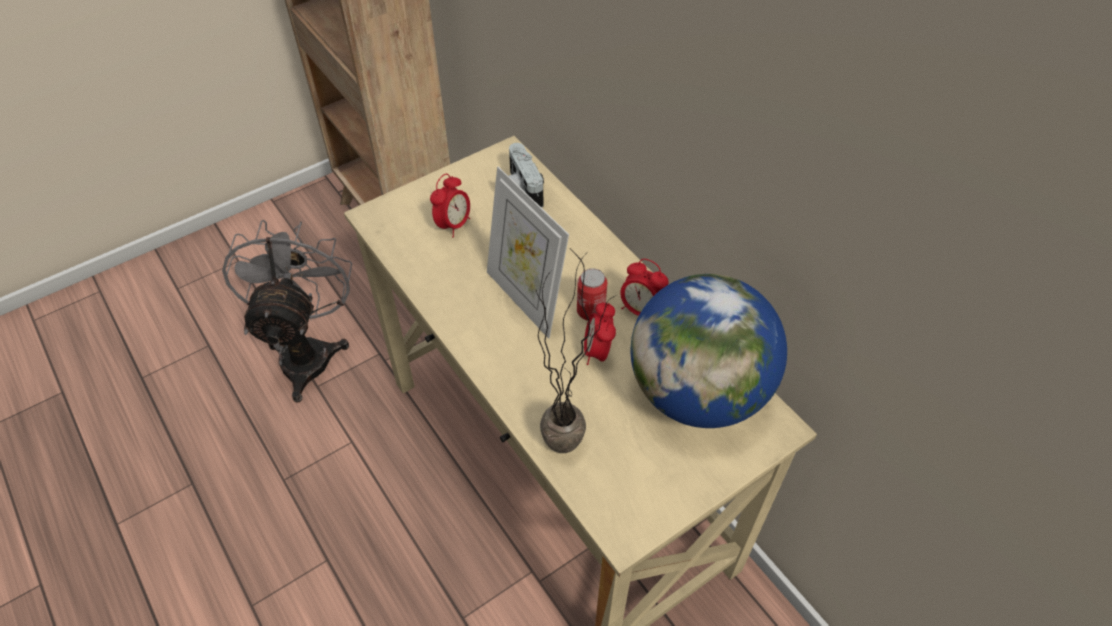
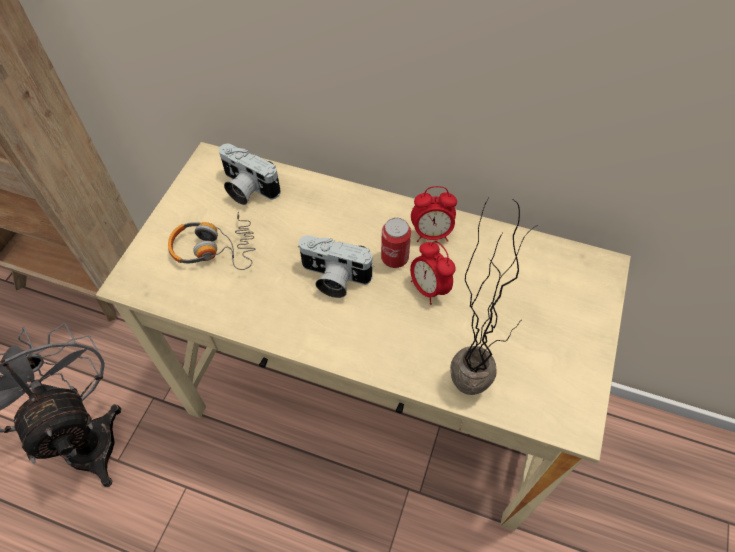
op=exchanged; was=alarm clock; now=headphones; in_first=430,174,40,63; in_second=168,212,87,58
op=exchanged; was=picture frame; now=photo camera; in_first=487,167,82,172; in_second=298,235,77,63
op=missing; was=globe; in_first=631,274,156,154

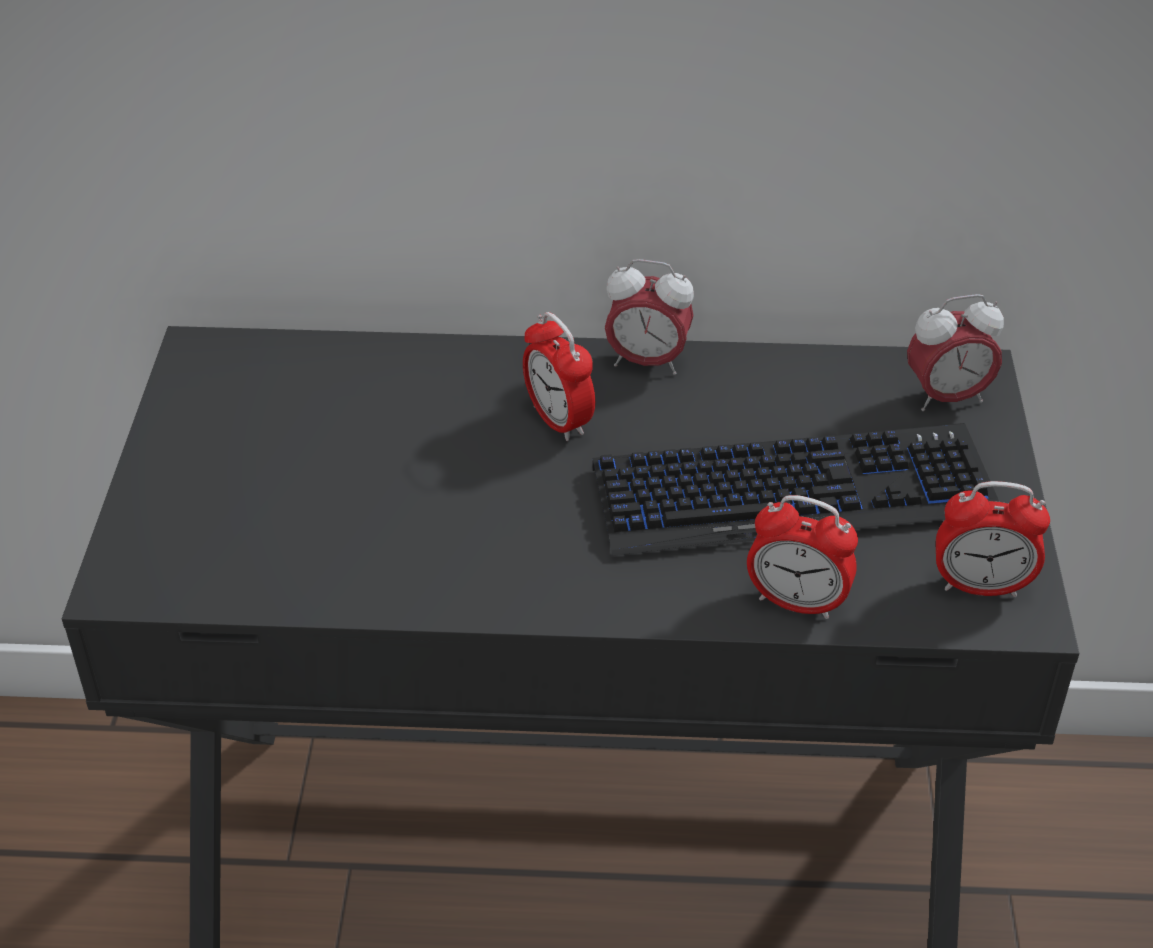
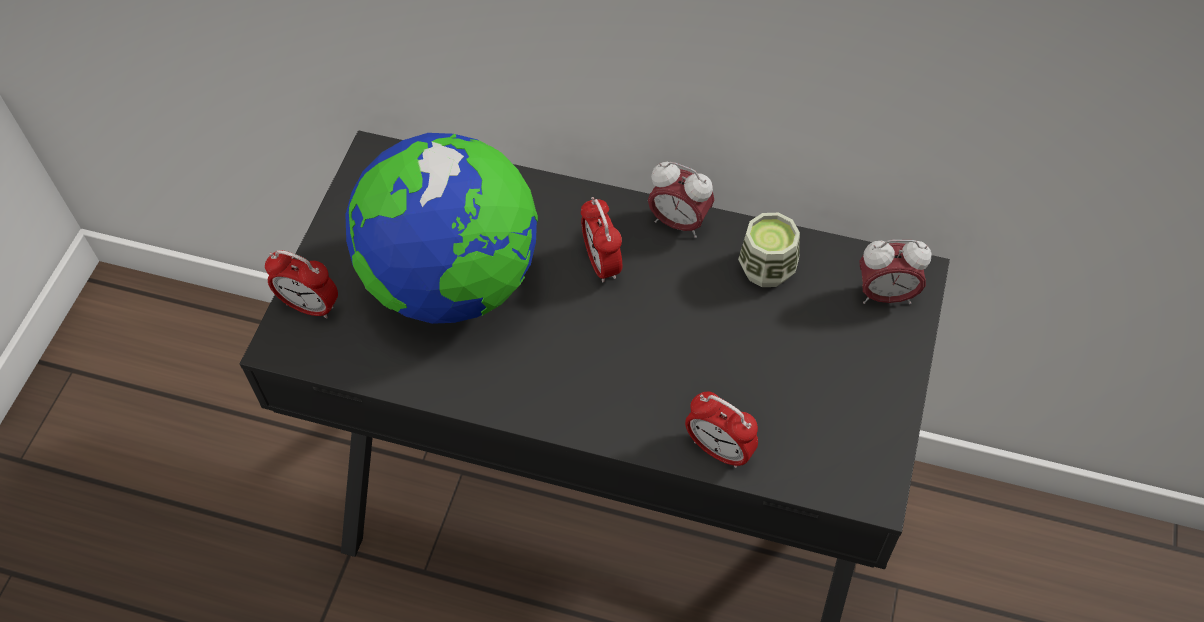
op=relocated; was=alarm clock; in_first=936,481,114,116; in_second=265,250,73,69
op=appeared; now=globe; in_second=345,133,193,191
op=appeared; now=cup; in_second=738,213,62,74
op=missing; was=keyboard; in_first=593,423,406,133

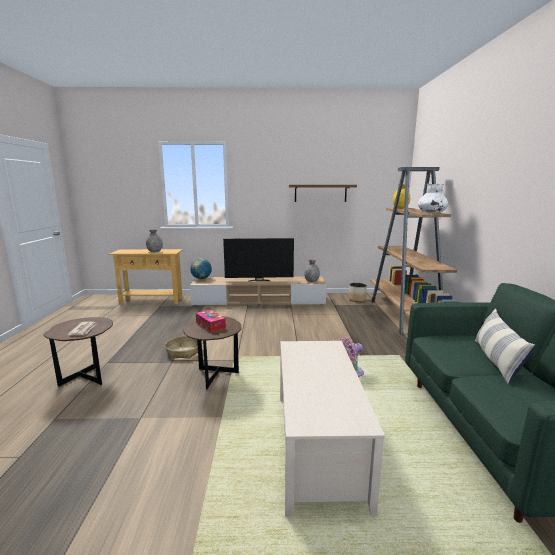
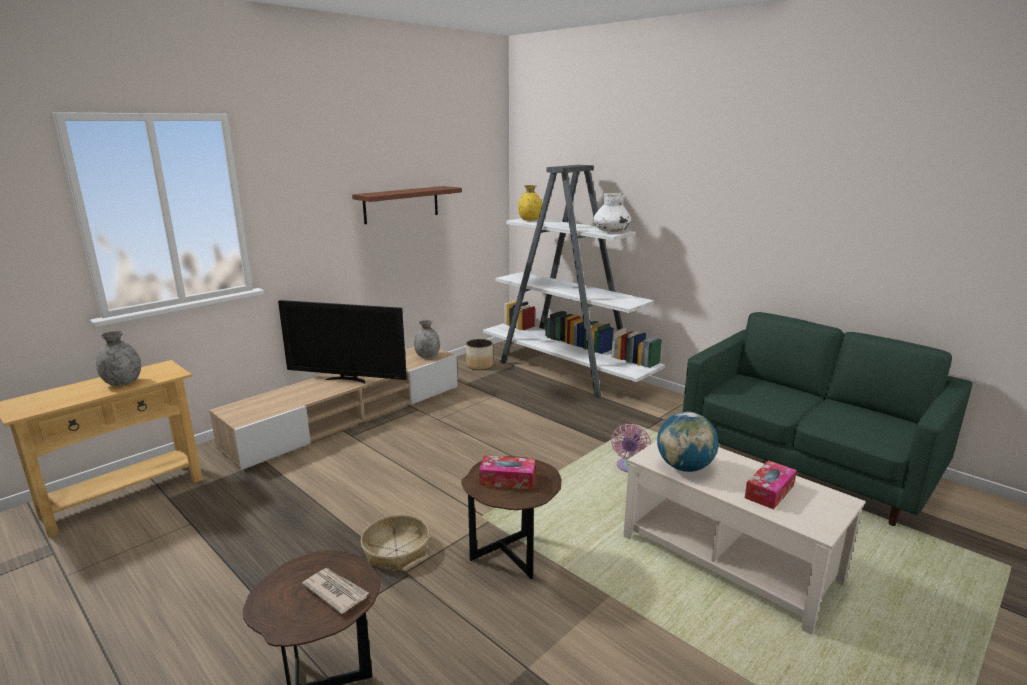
op=spun; was=television; in_first=223,238,71,44; in_second=278,300,129,84; clockwise=60
op=colour; was=brown bookcase; now=white bookcase; in_first=370,167,90,168; in_second=483,165,182,233
op=relocated; was=globe; in_first=190,258,22,21; in_second=657,412,62,60
op=appeared; now=tissue box; in_second=745,460,52,49
op=missing; was=pillow; in_first=475,308,60,76

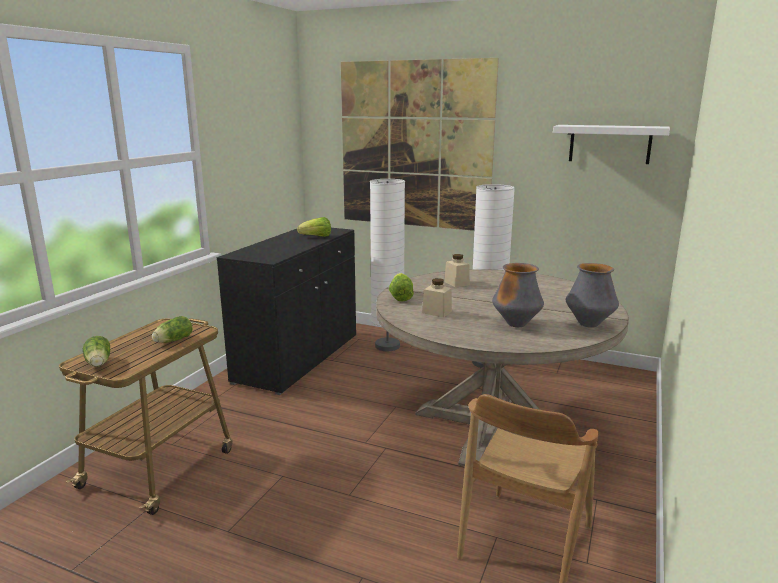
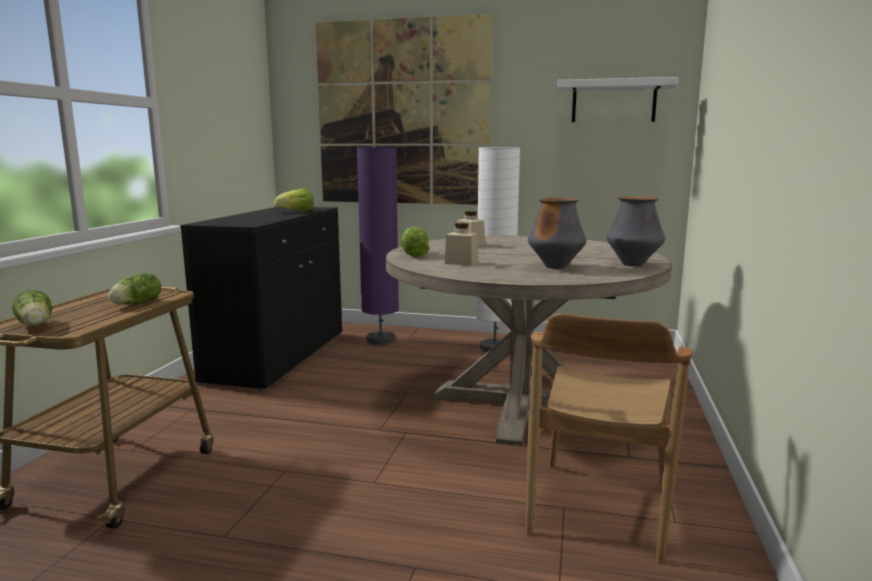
op=colour; was=white floor lamp; now=purple floor lamp; in_first=370,179,35,172; in_second=357,147,42,198

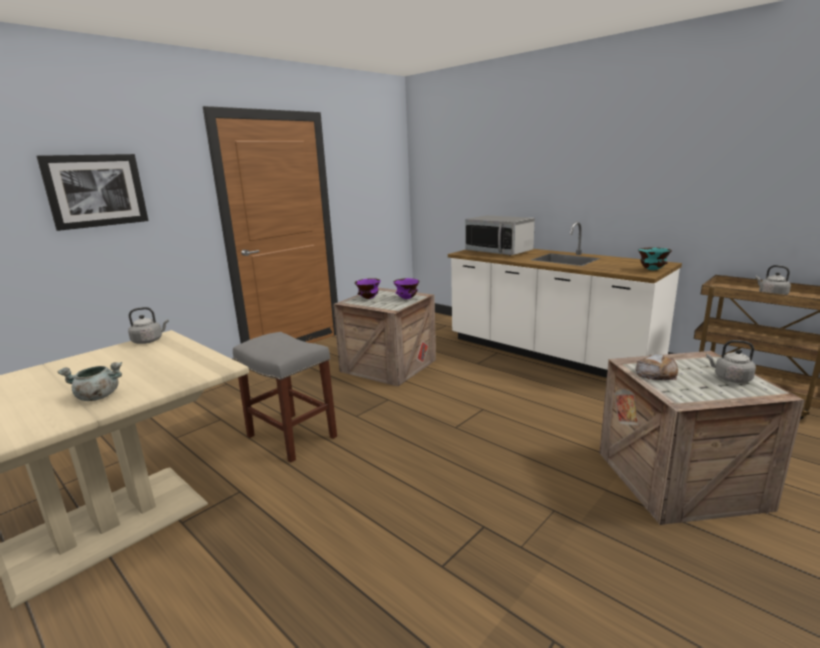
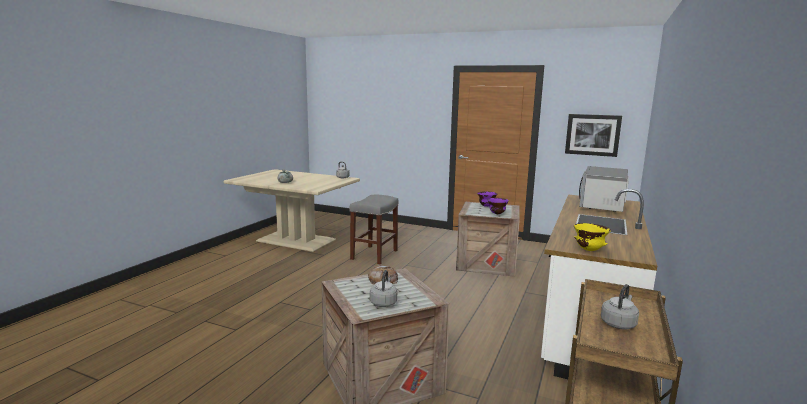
op=relocated; was=picture; in_first=37,154,112,77; in_second=565,114,57,43
op=colour; was=turquoise bowl; now=yellow bowl; in_first=638,247,34,23; in_second=574,223,37,28

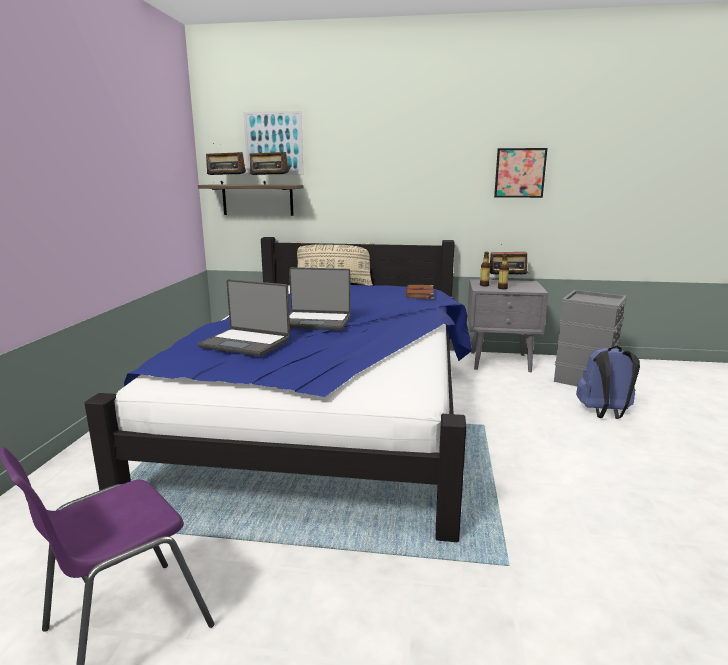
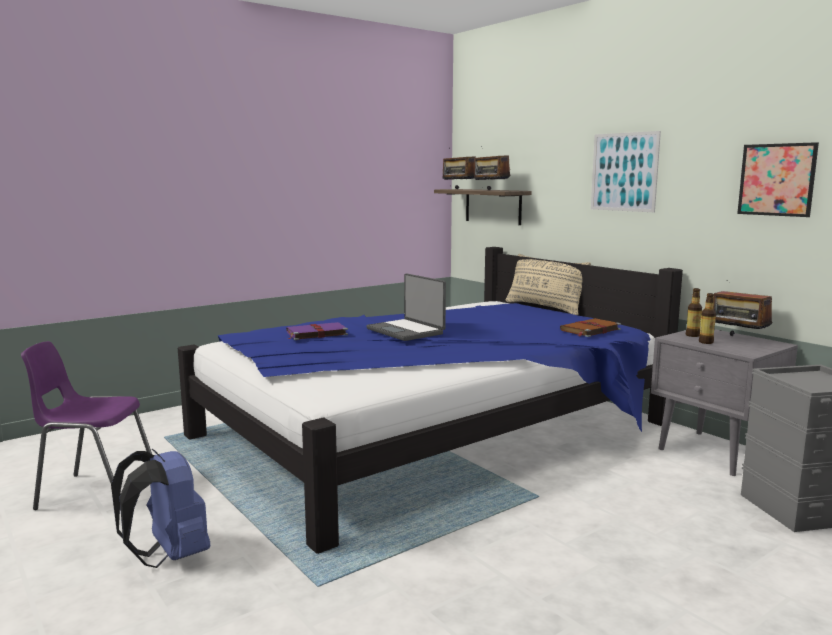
op=relocated; was=blue backpack; in_first=576,346,64,73; in_second=111,449,99,119
op=exchanged; was=laptop; now=purple book; in_first=198,279,92,77; in_second=286,322,62,18
op=relocated; was=picture; in_first=243,111,61,63; in_second=591,131,70,81

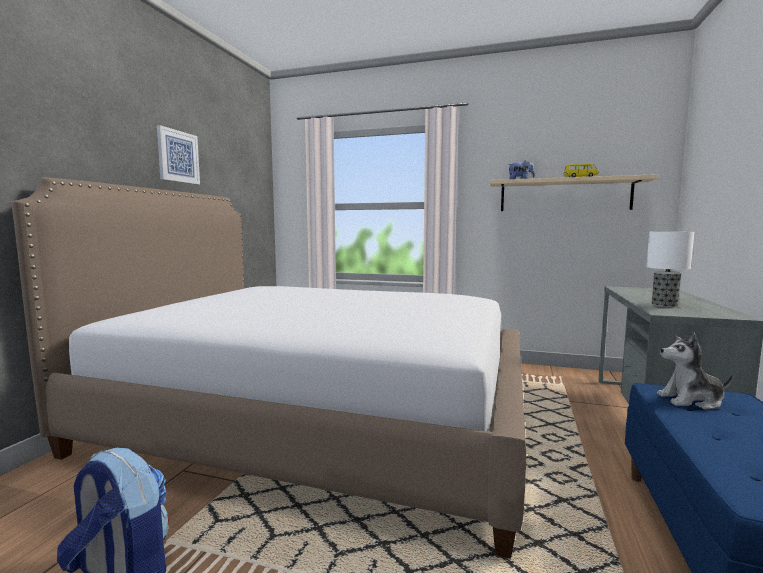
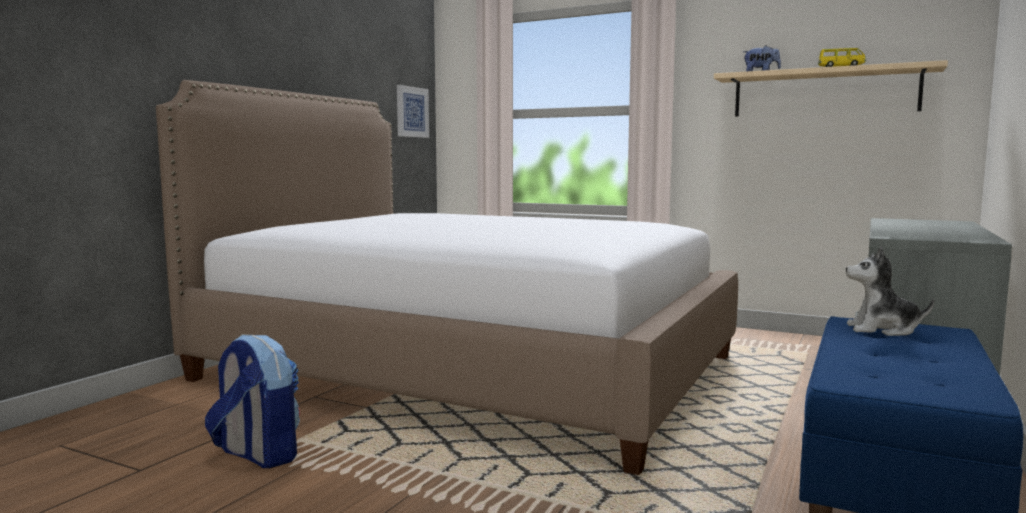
op=relocated; was=picture; in_first=157,125,43,60; in_second=397,85,32,53
op=missing; was=table lamp; in_first=646,232,48,76

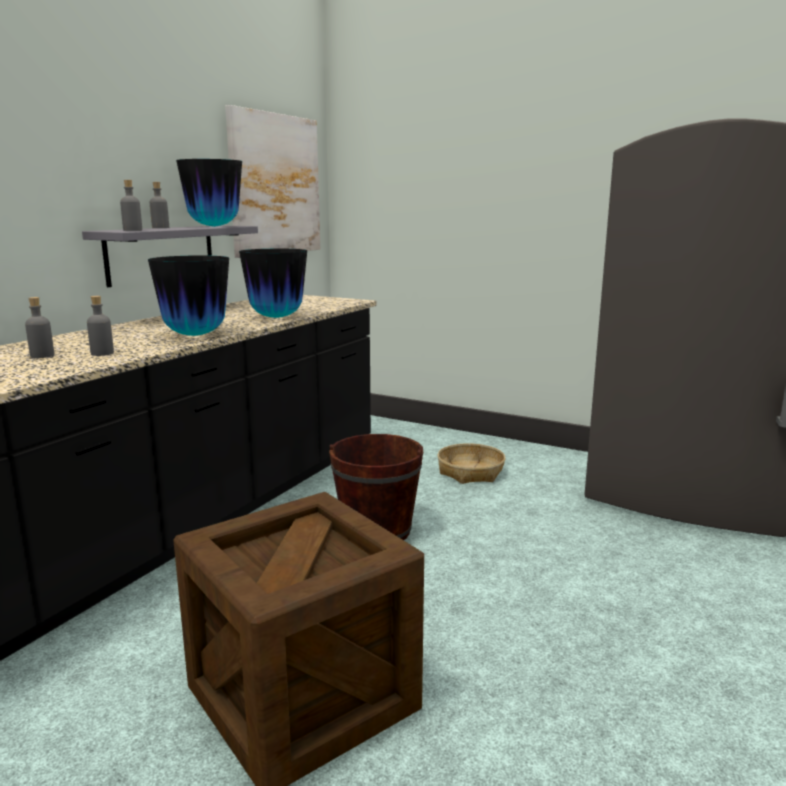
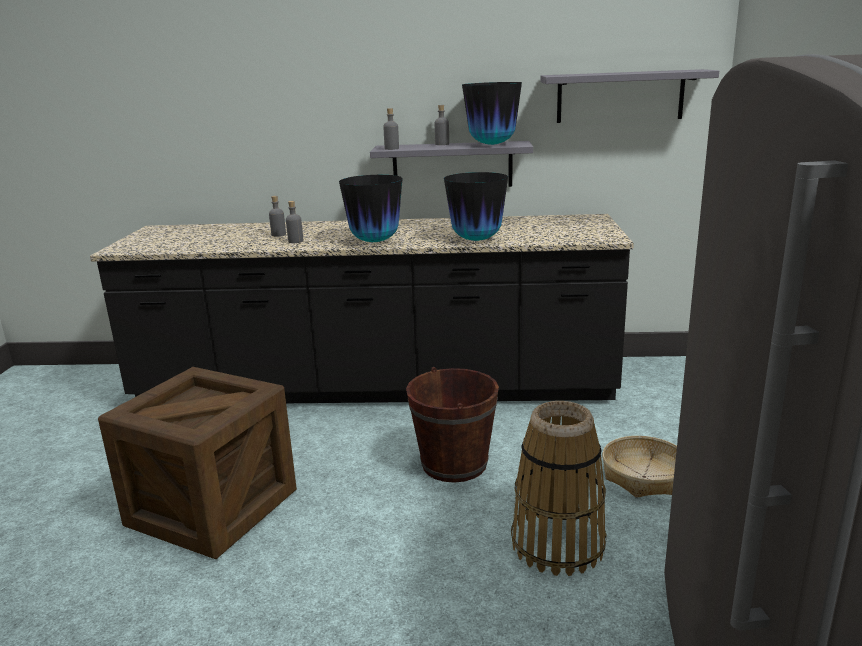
op=appeared; now=basket; in_second=511,401,95,175
op=exchanged; was=picture; now=grey shelf; in_first=225,105,95,153; in_second=540,69,179,54

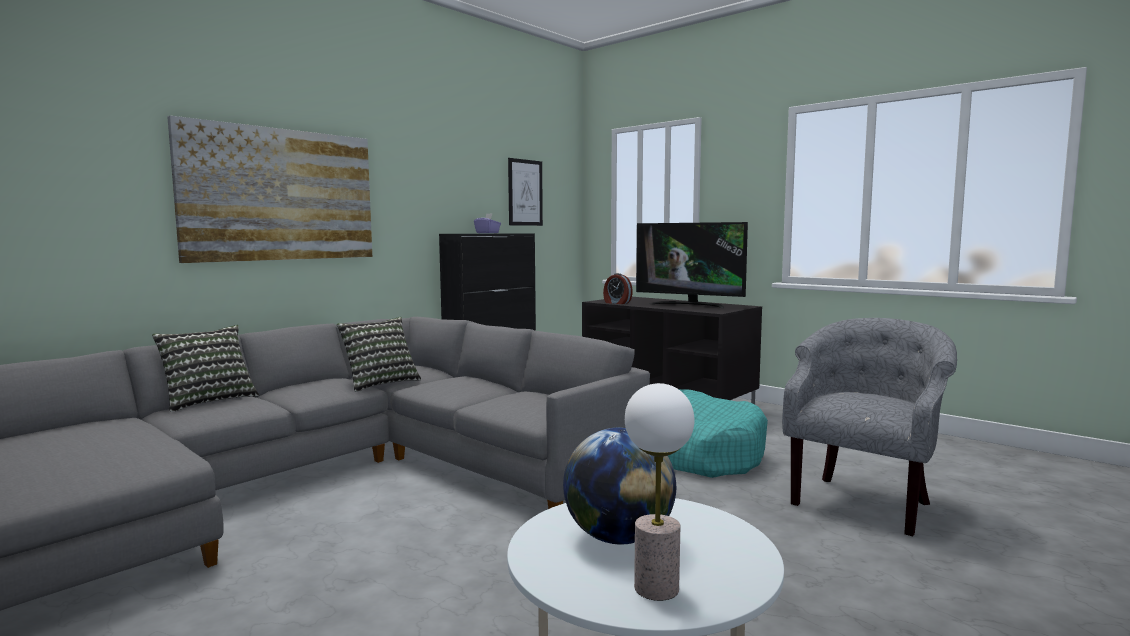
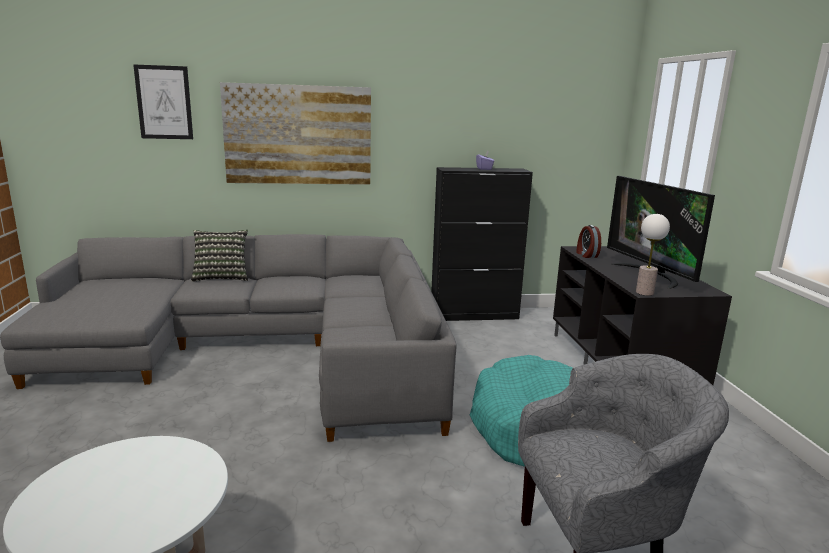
op=relocated; was=picture; in_first=508,158,35,68; in_second=133,65,60,74
op=relocated; was=table lamp; in_first=625,383,69,218; in_second=636,214,34,82
op=missing; was=pillow; in_first=337,317,84,75
op=missing; was=globe; in_first=563,428,113,116

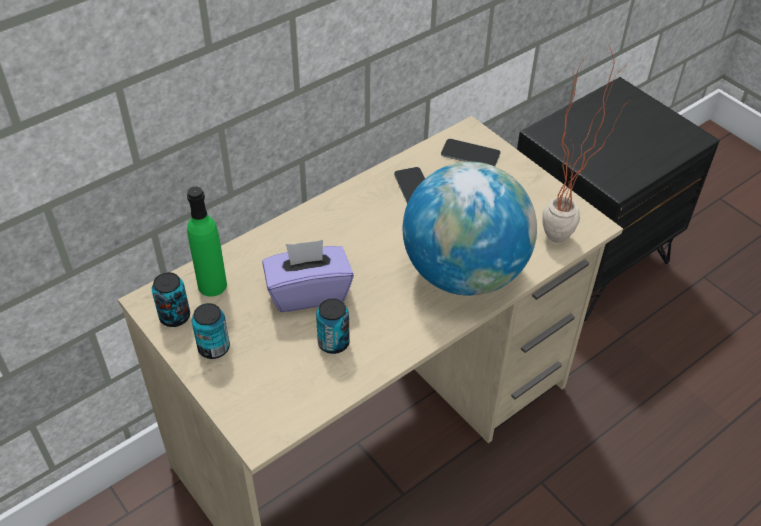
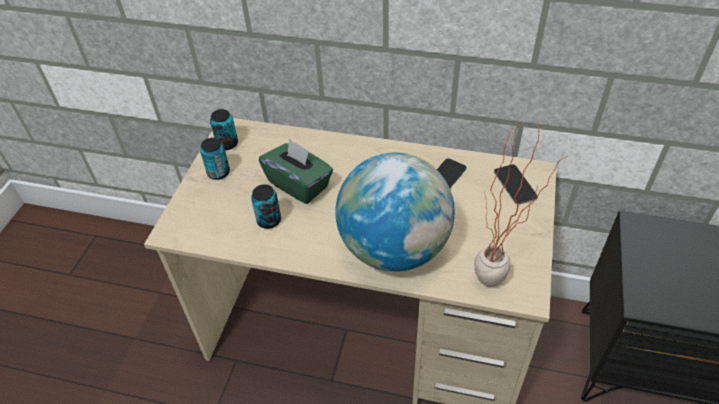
op=colour; was=purple tissue box; now=green tissue box; in_first=262,240,92,72; in_second=259,138,74,66
op=missing; was=green bottle; in_first=187,186,40,111

